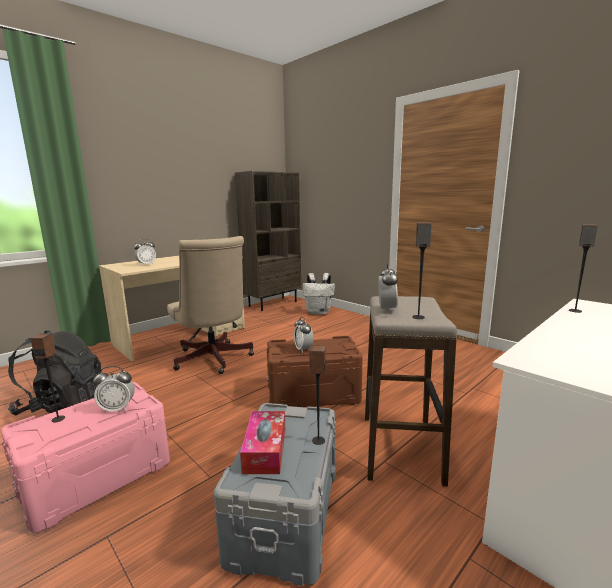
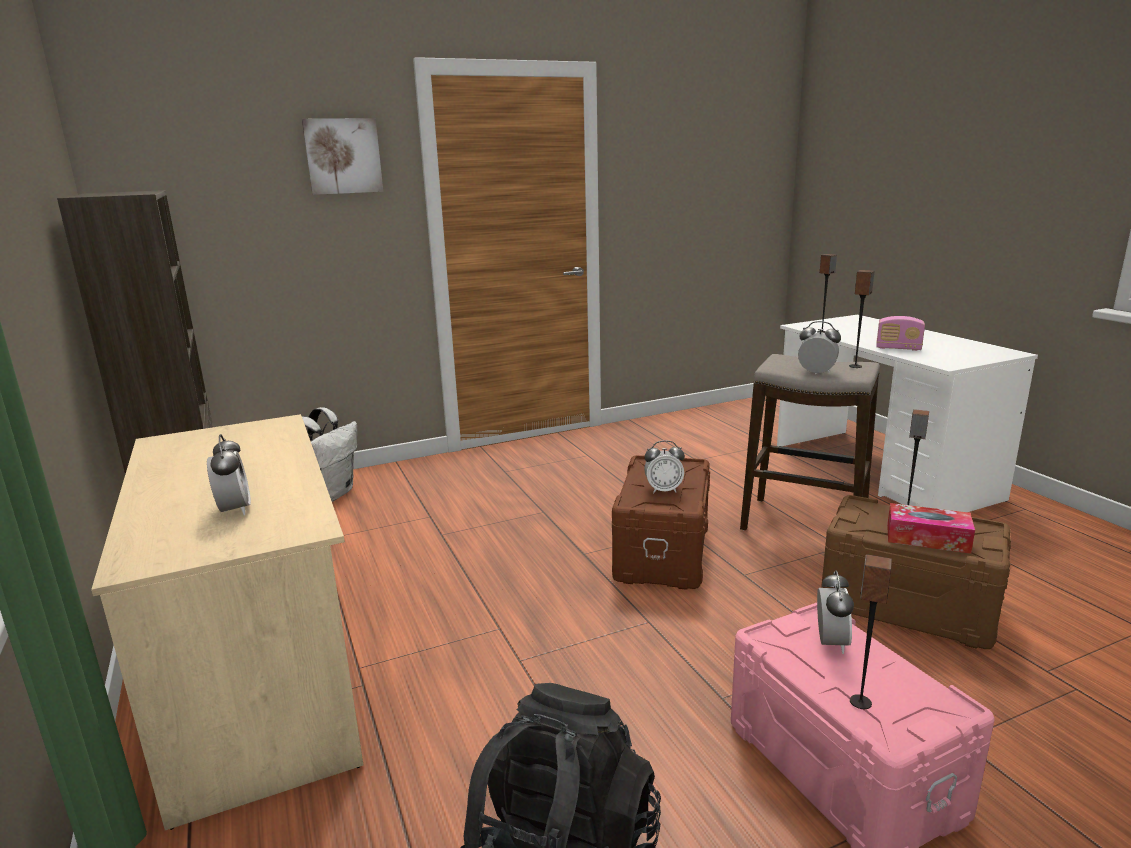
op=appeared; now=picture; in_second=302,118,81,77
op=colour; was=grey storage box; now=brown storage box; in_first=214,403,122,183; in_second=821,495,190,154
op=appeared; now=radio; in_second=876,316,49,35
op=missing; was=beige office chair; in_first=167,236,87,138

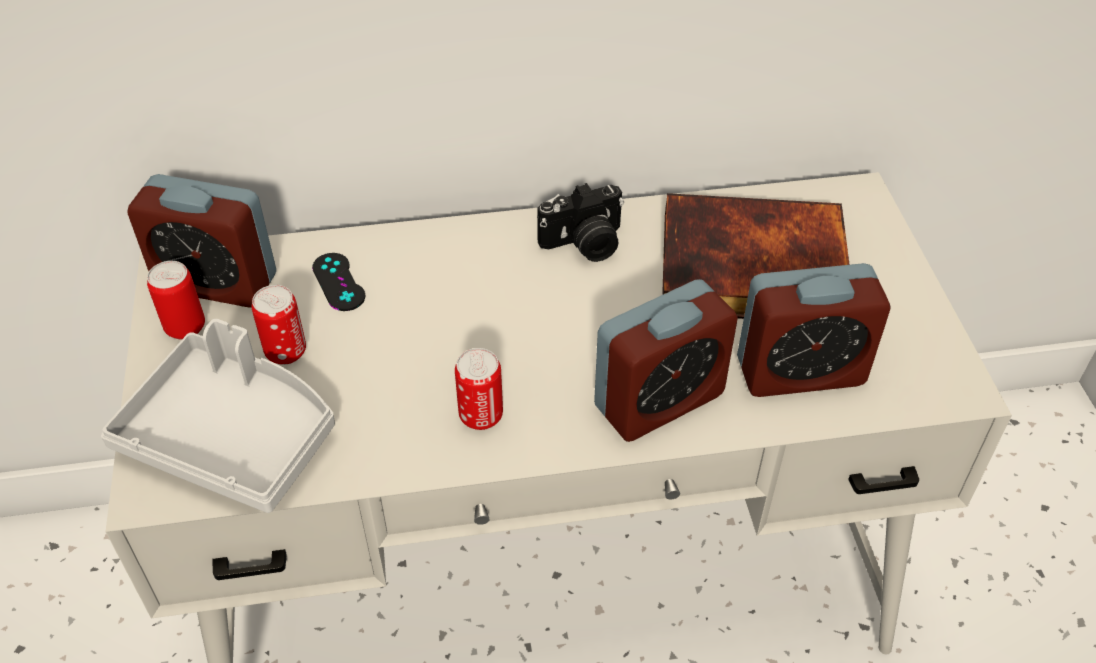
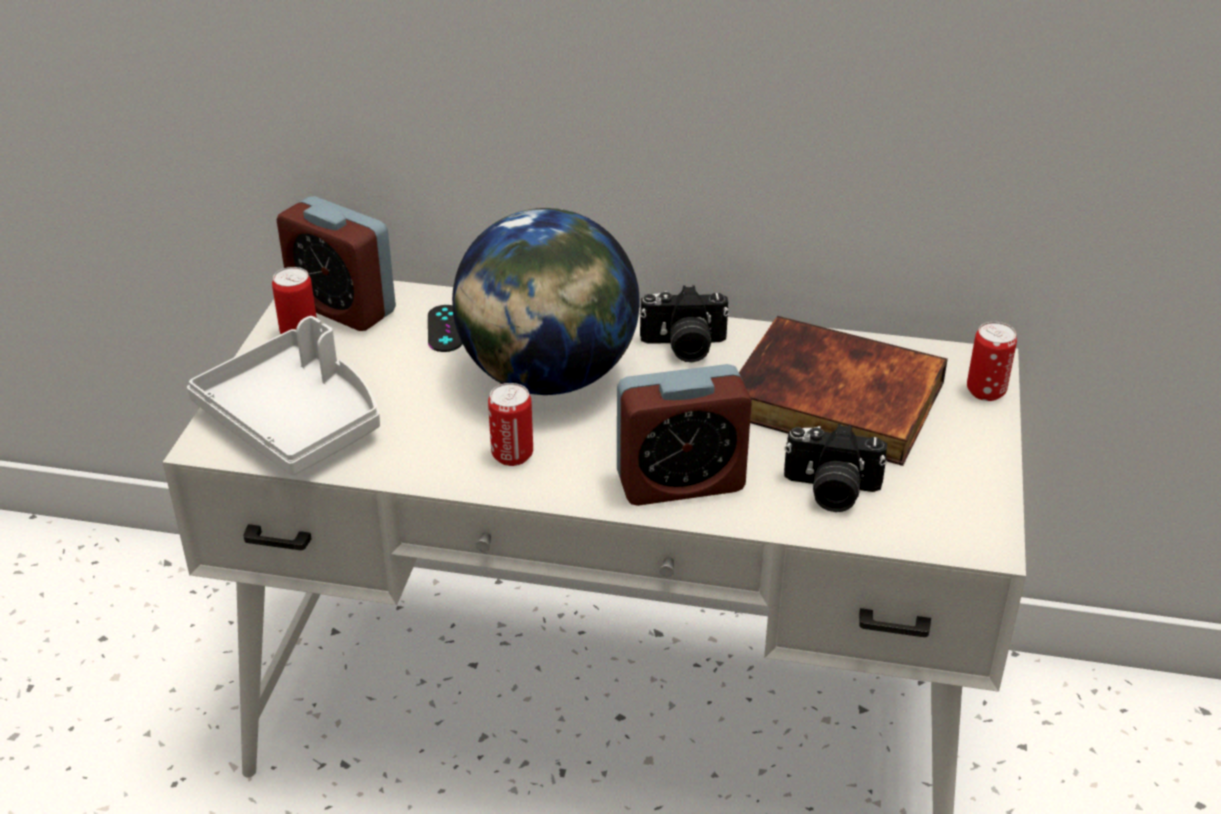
op=appeared; now=globe; in_second=452,208,188,187
op=exchanged; was=alarm clock; now=photo camera; in_first=737,263,154,134; in_second=784,424,103,88
op=relocated; was=can; in_first=252,285,54,80; in_second=967,322,50,79

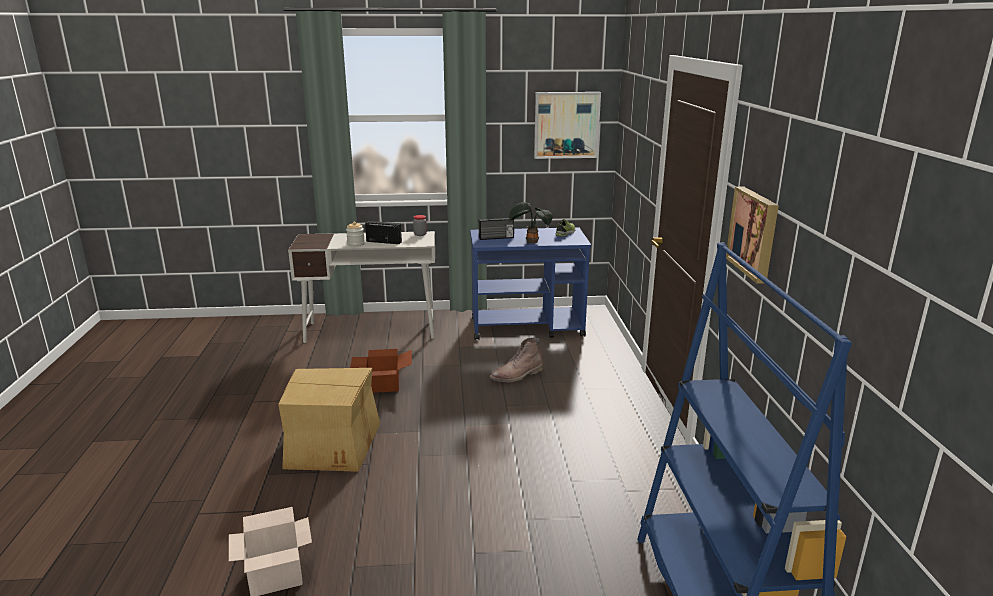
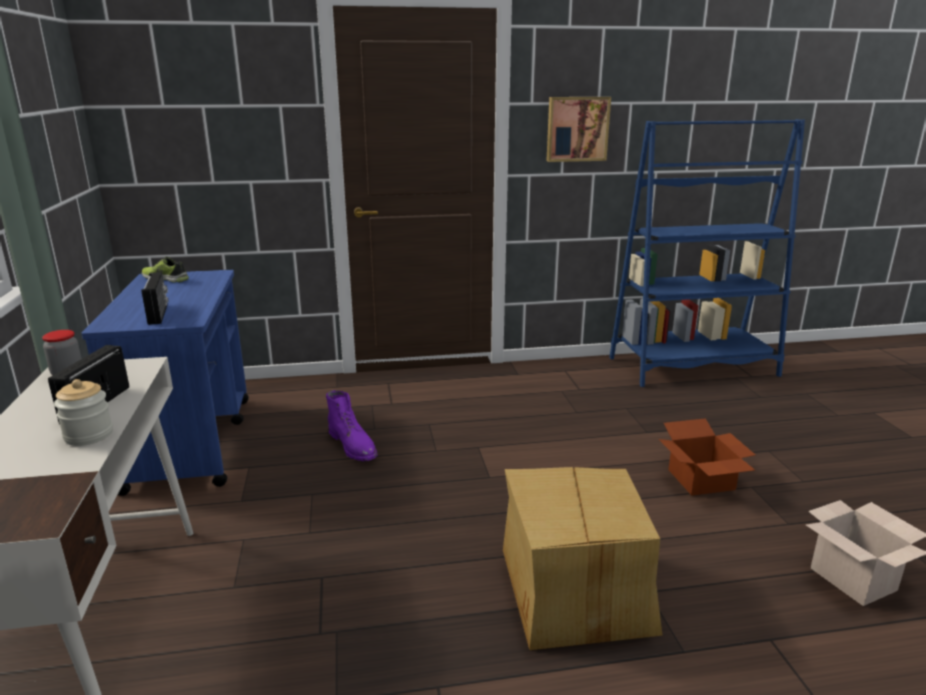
op=colour; was=brown boot; now=purple boot; in_first=490,338,53,44; in_second=326,390,52,71
op=relocated; was=cardboard box; in_first=350,349,62,44; in_second=659,418,96,78
op=missing; was=potted plant; in_first=509,202,44,41
op=missing; was=picture; in_first=534,92,67,67

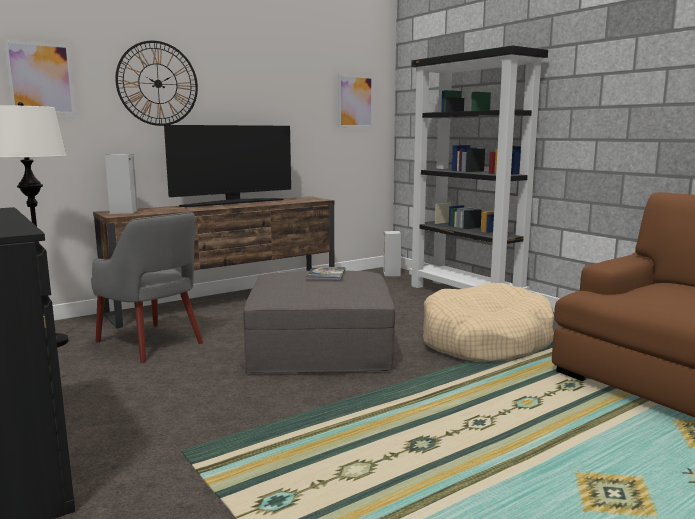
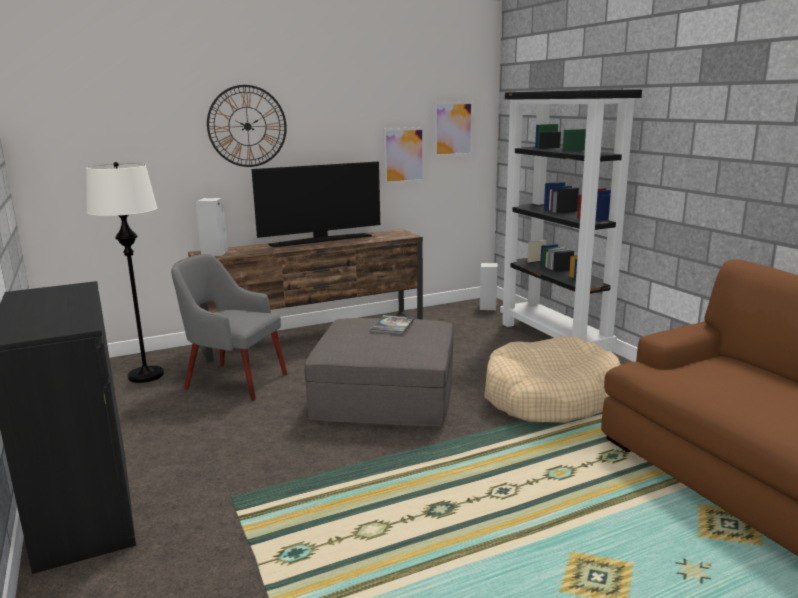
op=spun; was=grey armchair; in_first=91,212,112,151; in_second=171,254,117,147; clockwise=150
op=relocated; was=picture; in_first=4,40,72,75; in_second=383,127,42,57

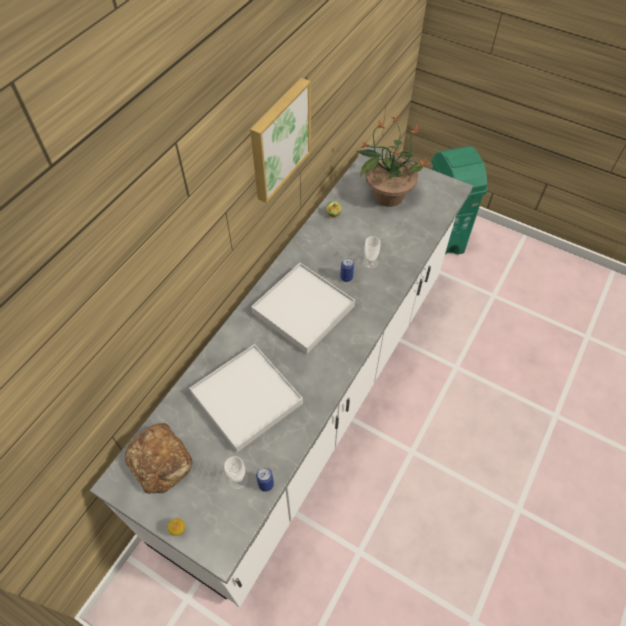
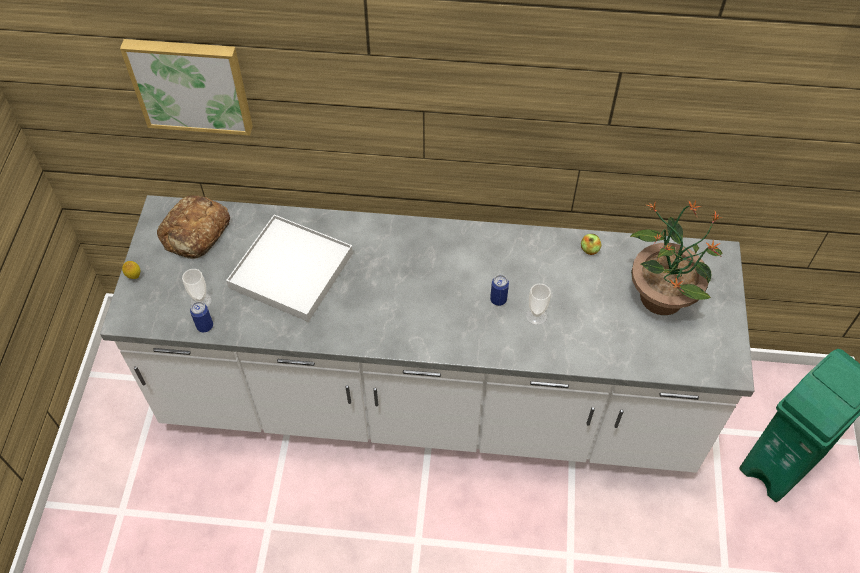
op=relocated; was=picture; in_first=250,78,61,125; in_second=120,39,133,96
op=missing; was=white tray; in_first=251,263,104,91

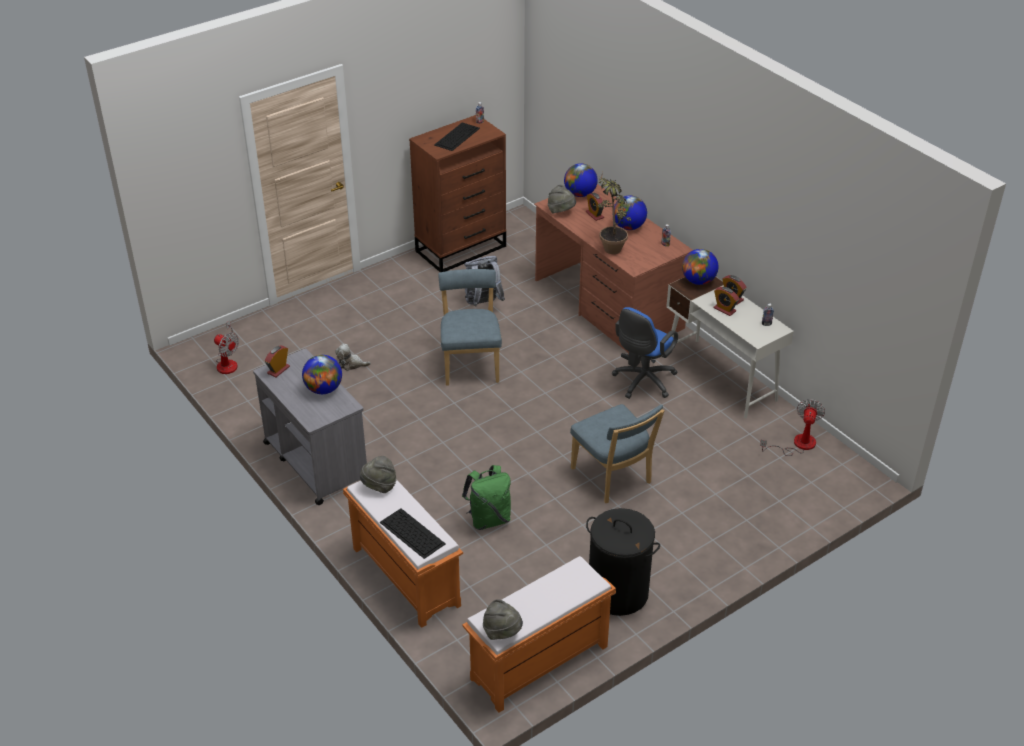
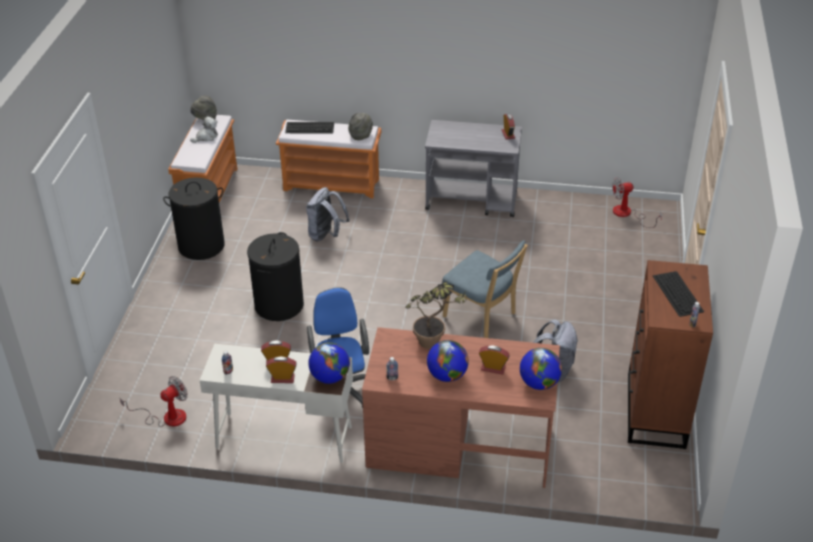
op=spun; was=fan; in_first=760,399,65,57; in_second=120,376,68,51; clockwise=-105
op=relocated; was=plush toy; in_first=336,344,35,27; in_second=190,116,28,27
op=exchanged; was=blue chair; now=black laundry basket; in_first=570,404,94,99; in_second=247,232,57,89
op=colour; was=green backpack; now=grey backpack; in_first=462,465,49,65; in_second=306,187,44,54
op=missing; was=globe; in_first=302,355,40,39
op=missing; was=grey hat; in_first=548,185,28,29

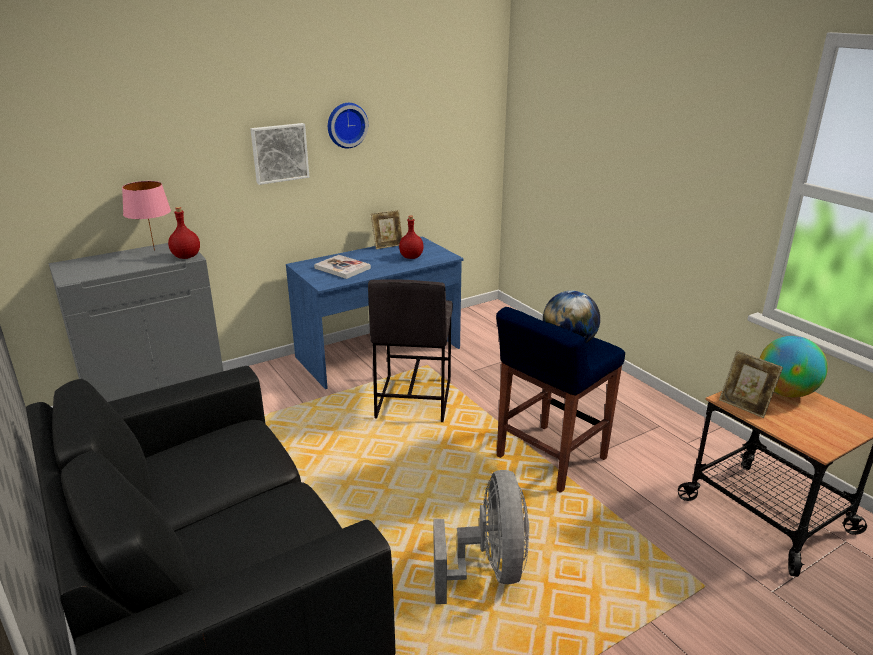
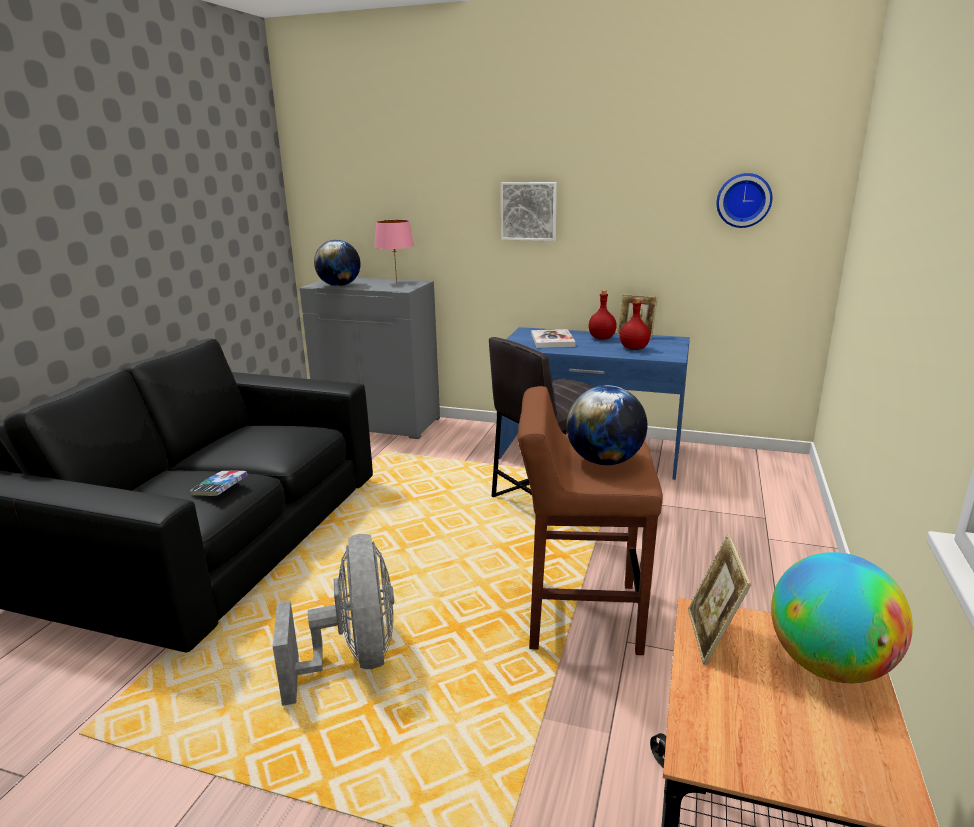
op=appeared; now=book; in_second=190,471,58,25
op=spun; was=grey fan; in_first=434,470,95,134; in_second=273,534,121,172; clockwise=-60
op=appeared; now=globe; in_second=314,240,46,46
op=colour; was=blue stool; now=brown stool; in_first=496,307,129,186; in_second=518,386,145,269
op=relocated; was=red bottle; in_first=168,207,32,52; in_second=588,290,29,49
op=relocated; was=wall clock; in_first=328,103,40,46; in_second=716,173,56,55

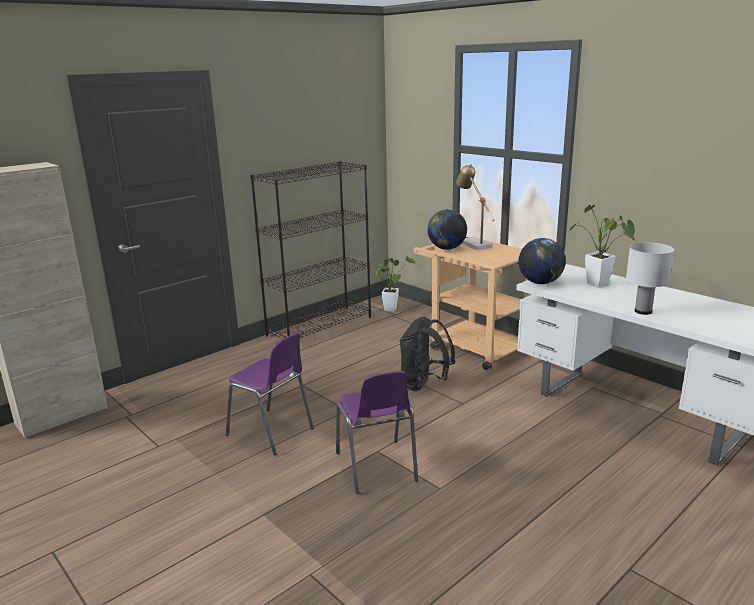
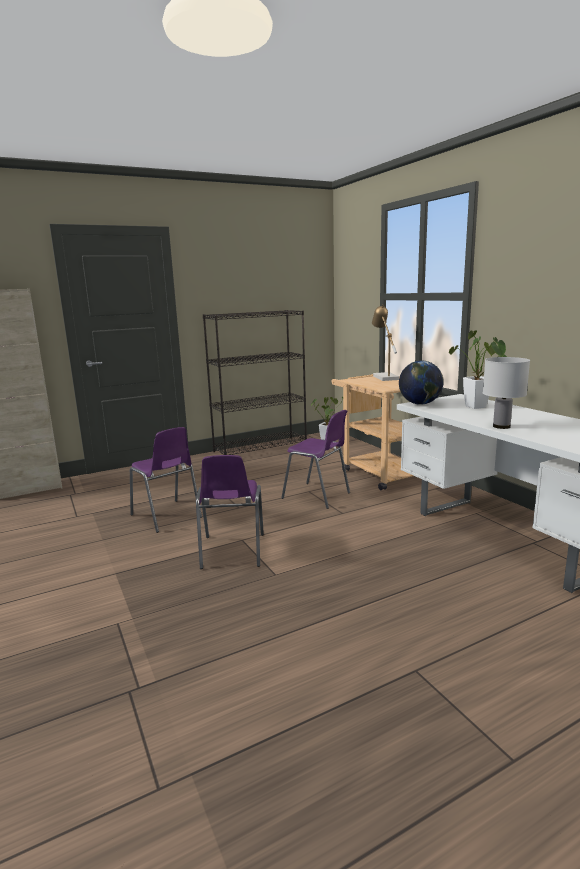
op=exchanged; was=black backpack; now=purple chair; in_first=399,317,57,74; in_second=281,410,69,99
op=missing; was=globe; in_first=427,209,40,41

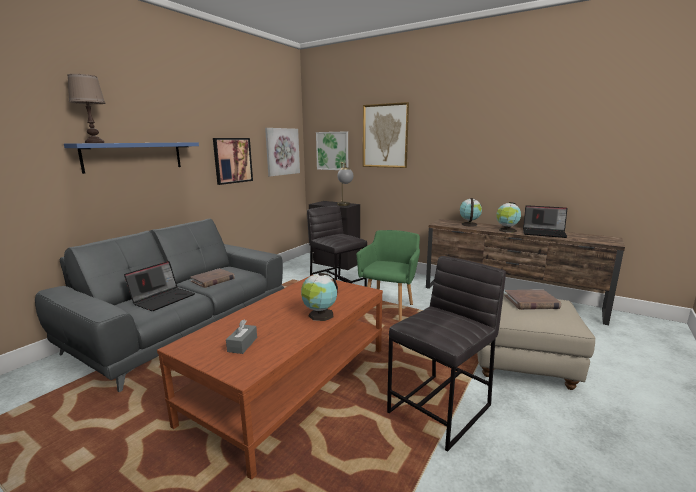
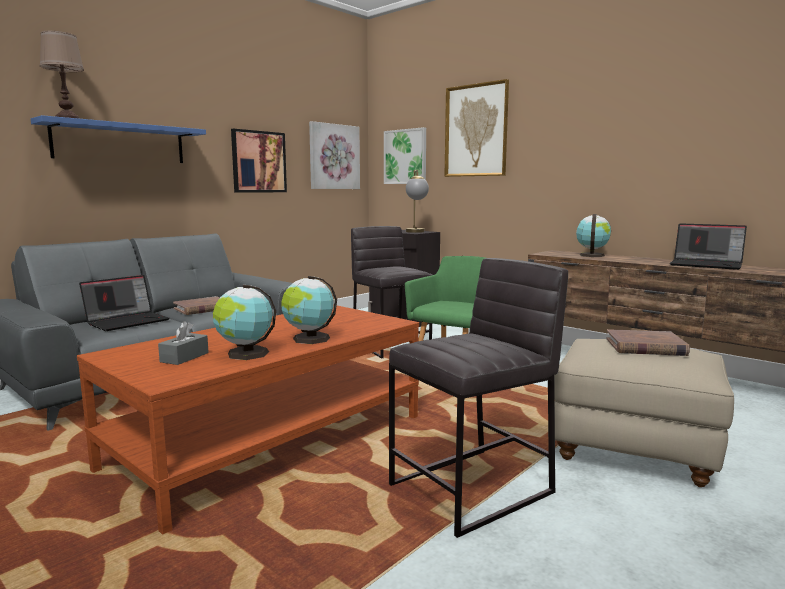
op=relocated; was=globe; in_first=496,202,25,31; in_second=213,285,63,75

